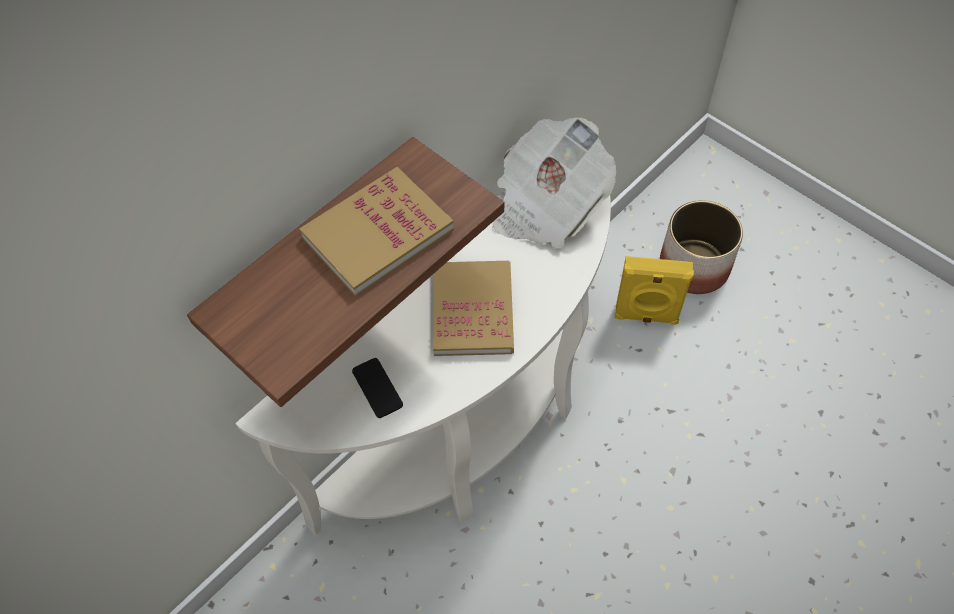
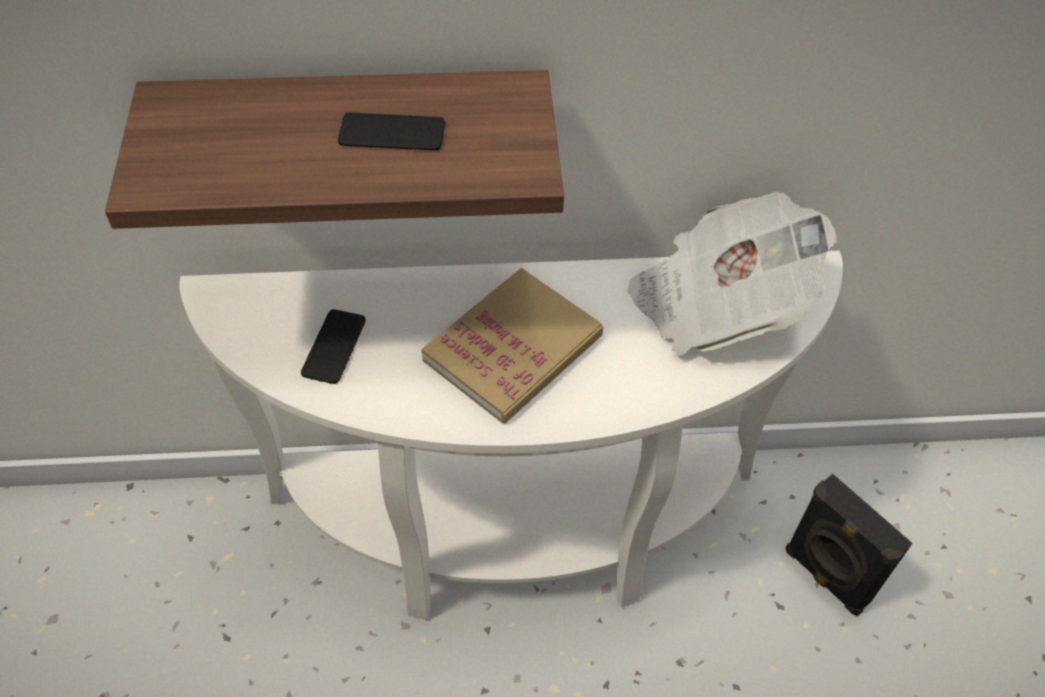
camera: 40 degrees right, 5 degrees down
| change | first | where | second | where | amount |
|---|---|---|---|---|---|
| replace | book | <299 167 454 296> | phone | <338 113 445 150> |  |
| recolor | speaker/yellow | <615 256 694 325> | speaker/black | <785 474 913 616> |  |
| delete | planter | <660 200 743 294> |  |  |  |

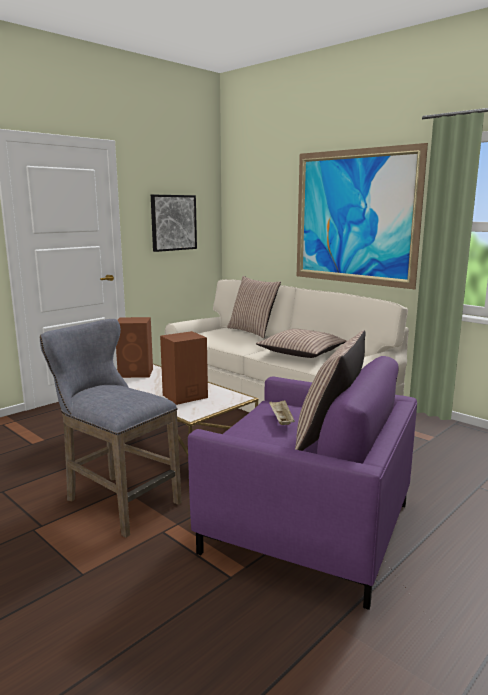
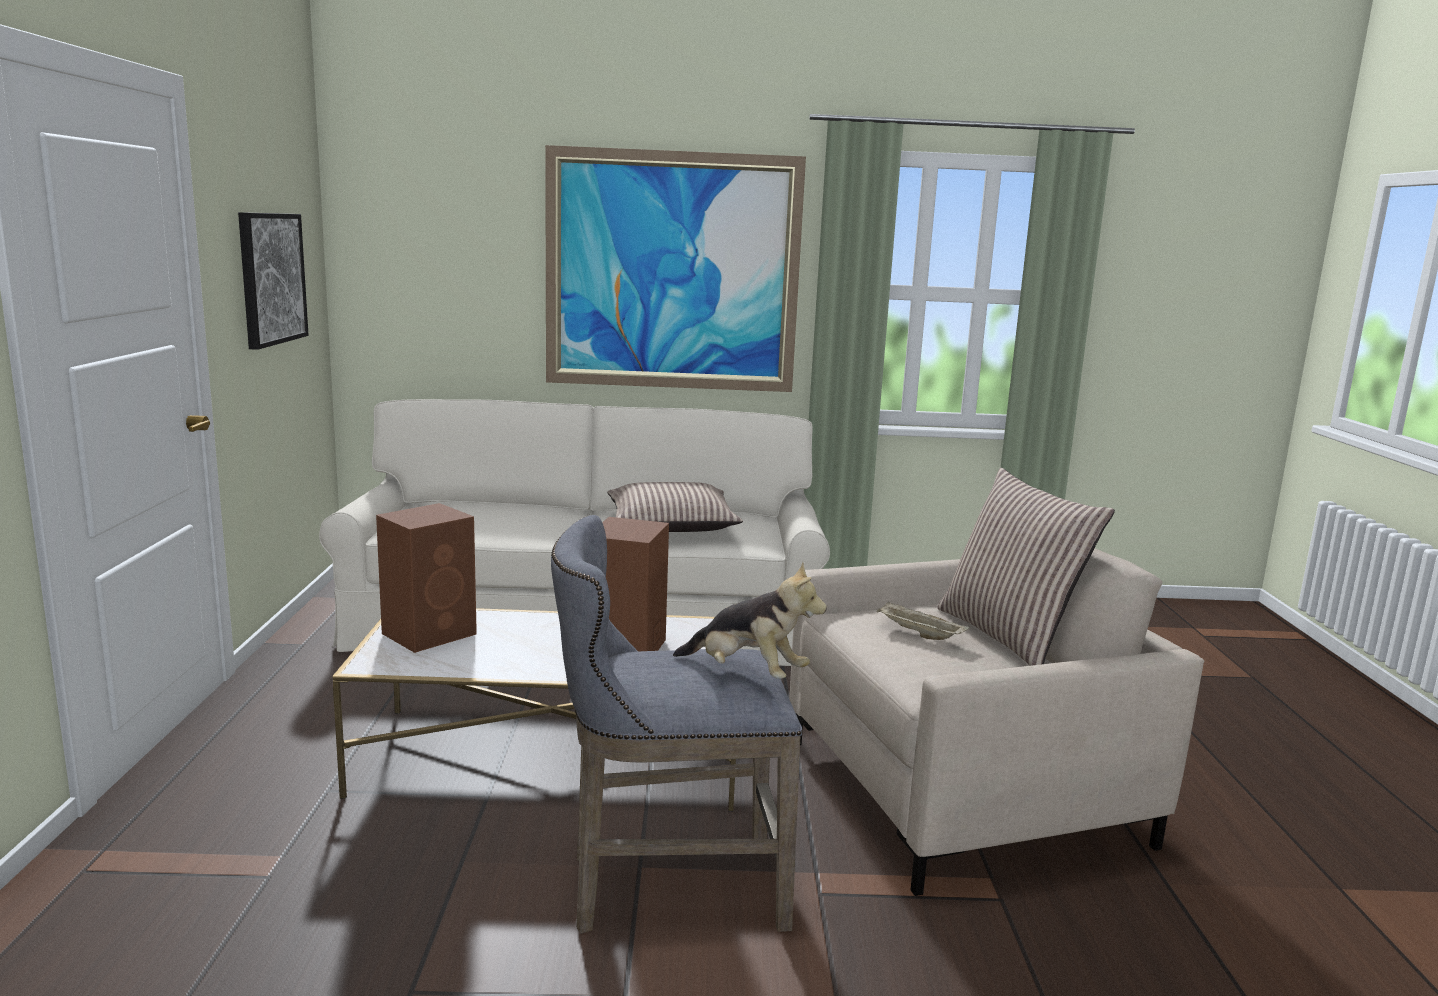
camera: 45 degrees left, 0 degrees up
| change | first | where | second | where | amount |
|---|---|---|---|---|---|
| recolor | armchair/purple | <188 356 417 610> | armchair/beige | <789 548 1204 896> |  |
| delete | pillow | <227 276 281 338> |  |  |  |
| insert |  |  | plush toy | <673 562 827 679> |  |

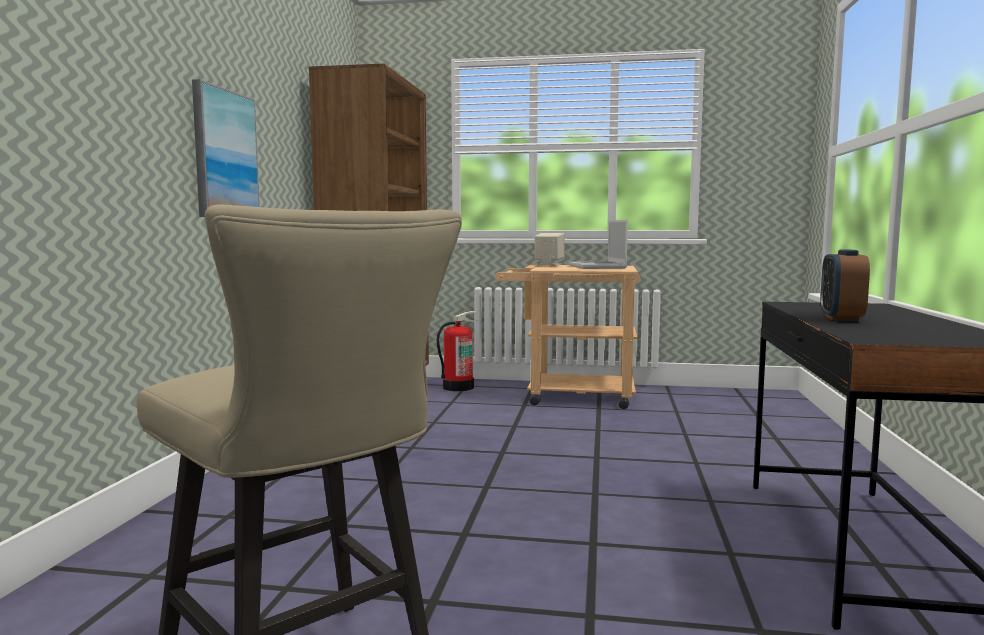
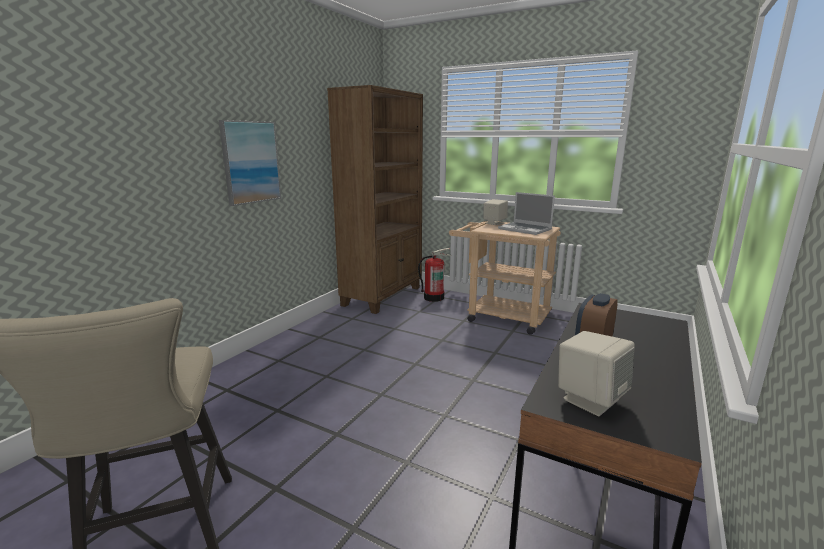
camera: 20 degrees right, 10 degrees up
| change | first | where | second | where | amount |
|---|---|---|---|---|---|
| rotate | laptop | <569 220 628 269> |  | <498 192 555 235> | 60 degrees counterclockwise |
| insert |  |  | speaker/beige | <558 331 635 416> |  |

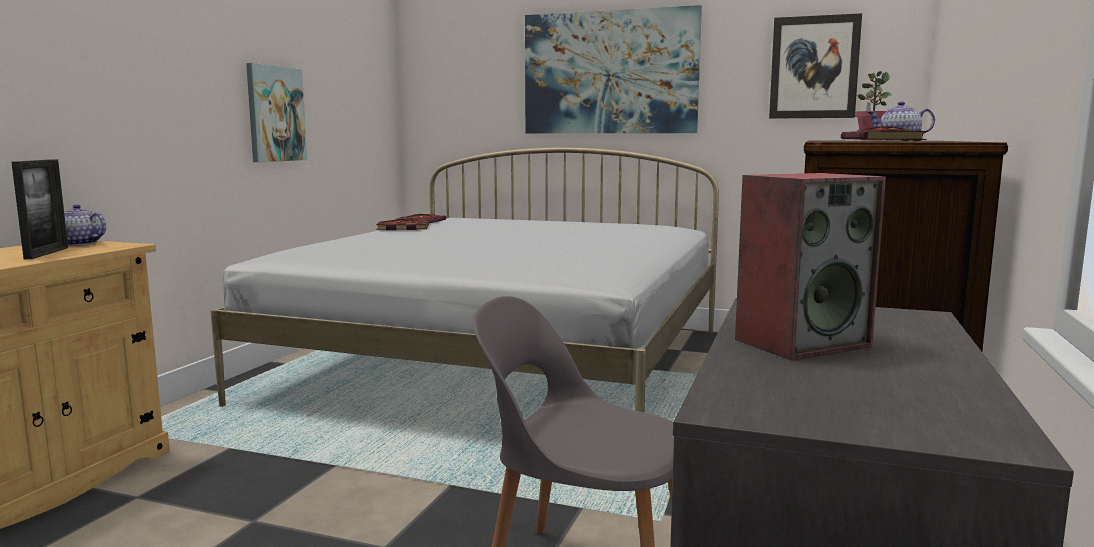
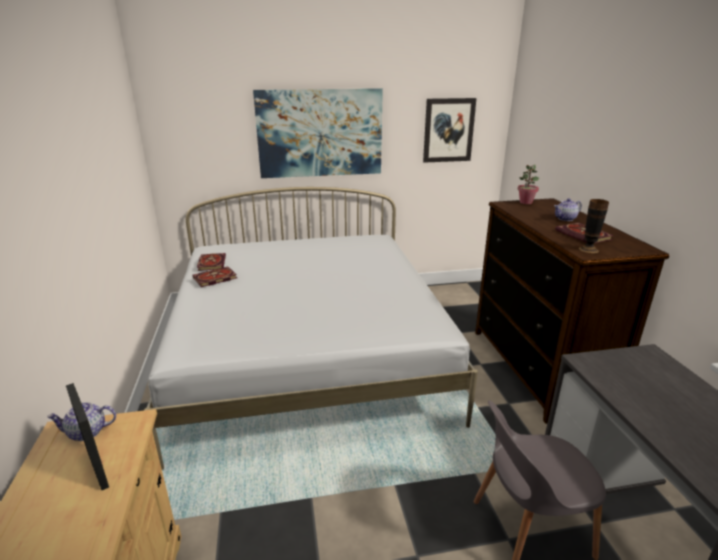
camera: 30 degrees left, 15 degrees up
| change | first | where | second | where | amount |
|---|---|---|---|---|---|
| delete | picture | <246 63 307 162> |  |  |  |
| delete | speaker | <735 173 886 360> |  |  |  |
| insert |  |  | vase | <579 199 609 253> |  |

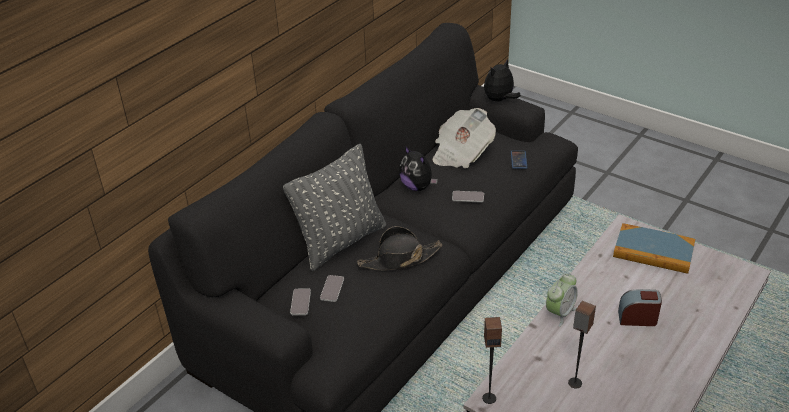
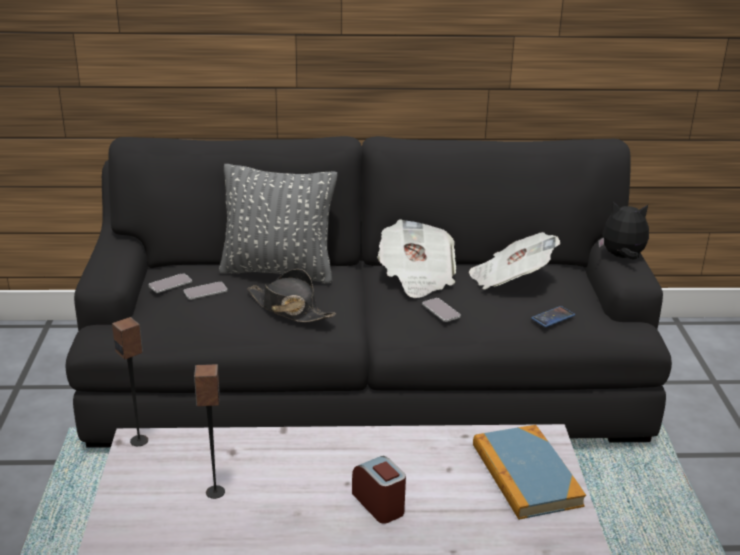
camera: 50 degrees right, 10 degrees down
| change | first | where | second | where | amount |
|---|---|---|---|---|---|
| replace | plush toy | <399 146 438 191> | newspaper | <377 219 456 298> |  |
| delete | alarm clock | <546 273 578 327> |  |  |  |

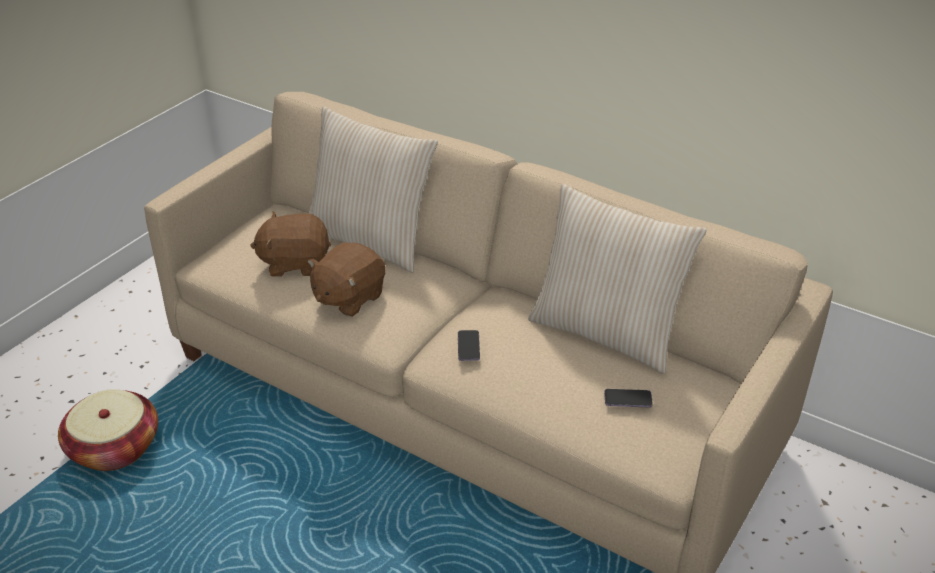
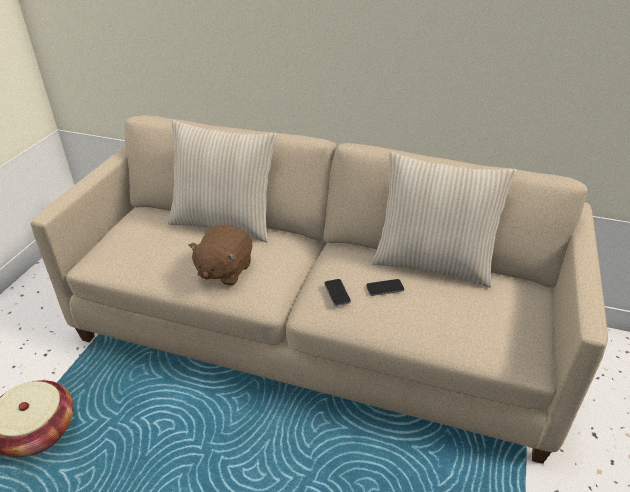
camera: 15 degrees left, 0 degrees up
| change | first | where | second | where | amount |
|---|---|---|---|---|---|
| delete | plush toy/brown | <250 212 331 277> |  |  |  |
| move | phone | <604 389 653 407> |  | <366 279 404 296> |  |

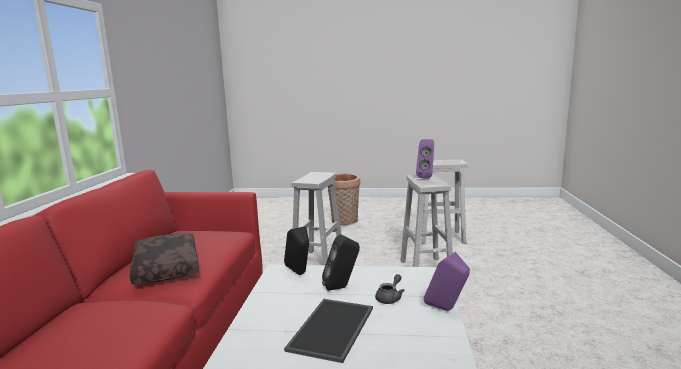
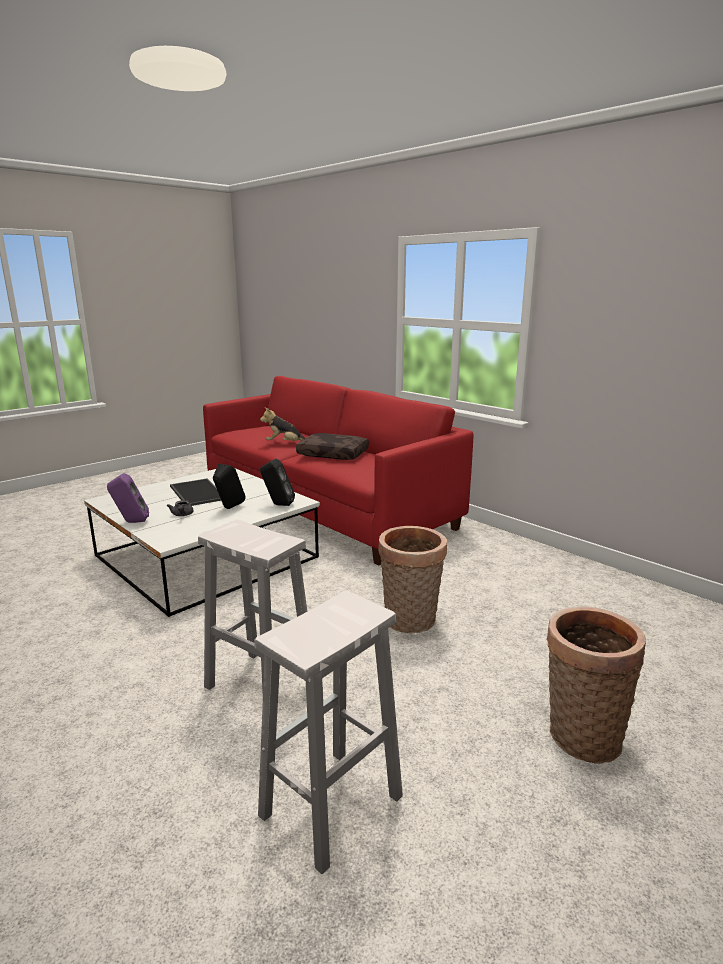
camera: 130 degrees right, 5 degrees up
| change | first | where | second | where | amount |
|---|---|---|---|---|---|
| replace | stool/white | <291 172 341 265> | basket | <378 526 447 633> |  |
| delete | speaker/purple | <416 139 434 179> |  |  |  |
| insert |  |  | plush toy | <260 408 305 441> |  |

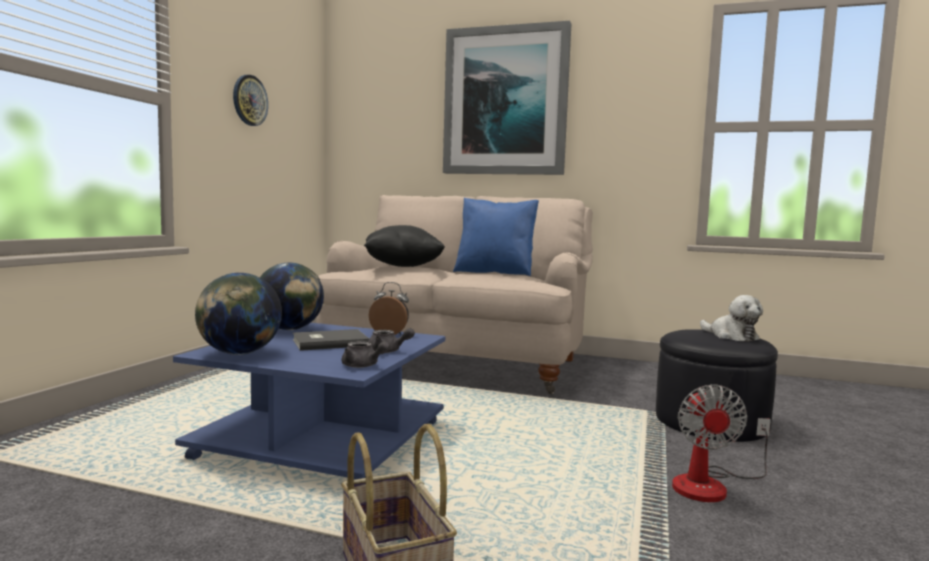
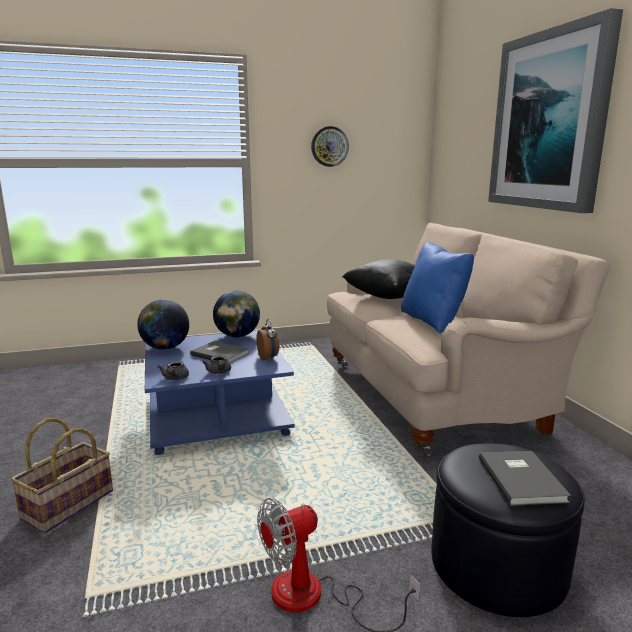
camera: 55 degrees right, 10 degrees up
| change | first | where | second | where | amount |
|---|---|---|---|---|---|
| replace | plush toy | <700 295 763 342> | book/grey | <479 451 571 506> |  |

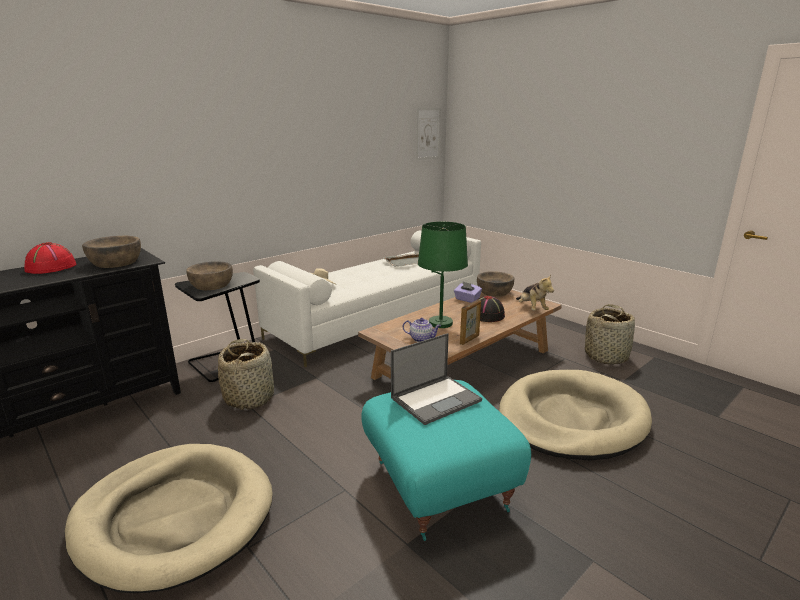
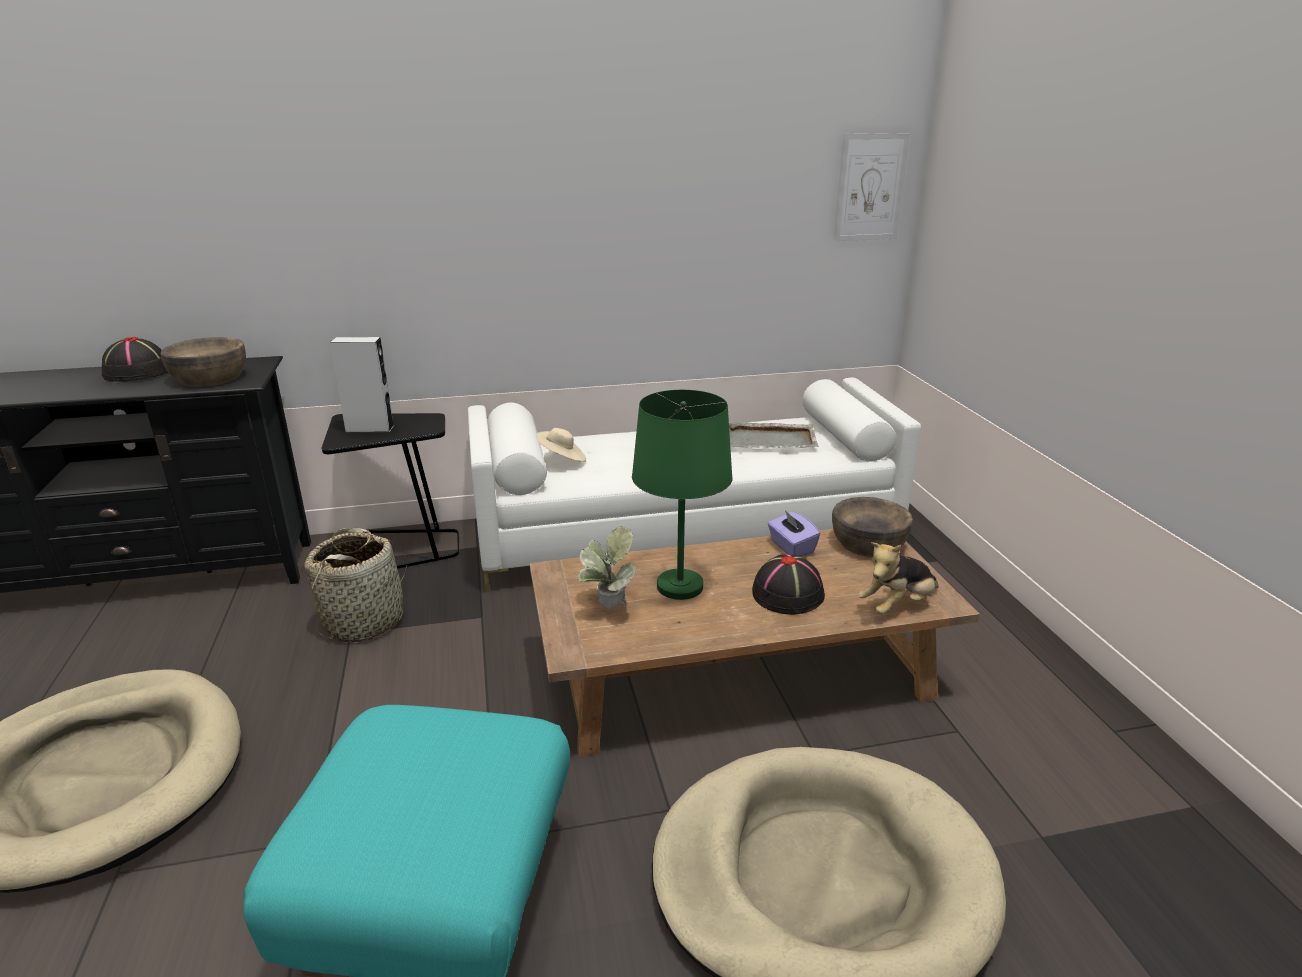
camera: 30 degrees right, 5 degrees up
| change | first | where | second | where | amount |
|---|---|---|---|---|---|
| recolor | hat/red | <24 242 76 274> | hat/black | <101 337 168 382> |  |
| replace | bowl/brown | <186 261 233 290> | speaker/grey | <330 337 394 433> |  |
| delete | laptop | <391 333 482 425> |  |  |  |
| replace | teapot | <403 318 441 342> | potted plant | <578 526 636 609> |  |
| delete | picture frame | <460 300 481 345> |  |  |  |
| rotate | plush toy | <516 275 554 310> |  | <858 542 939 614> | 45 degrees clockwise |
| delete | basket | <585 304 635 365> |  |  |  |

